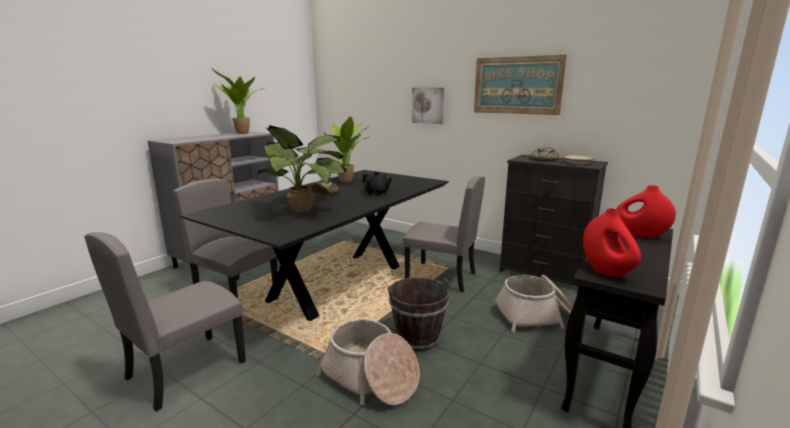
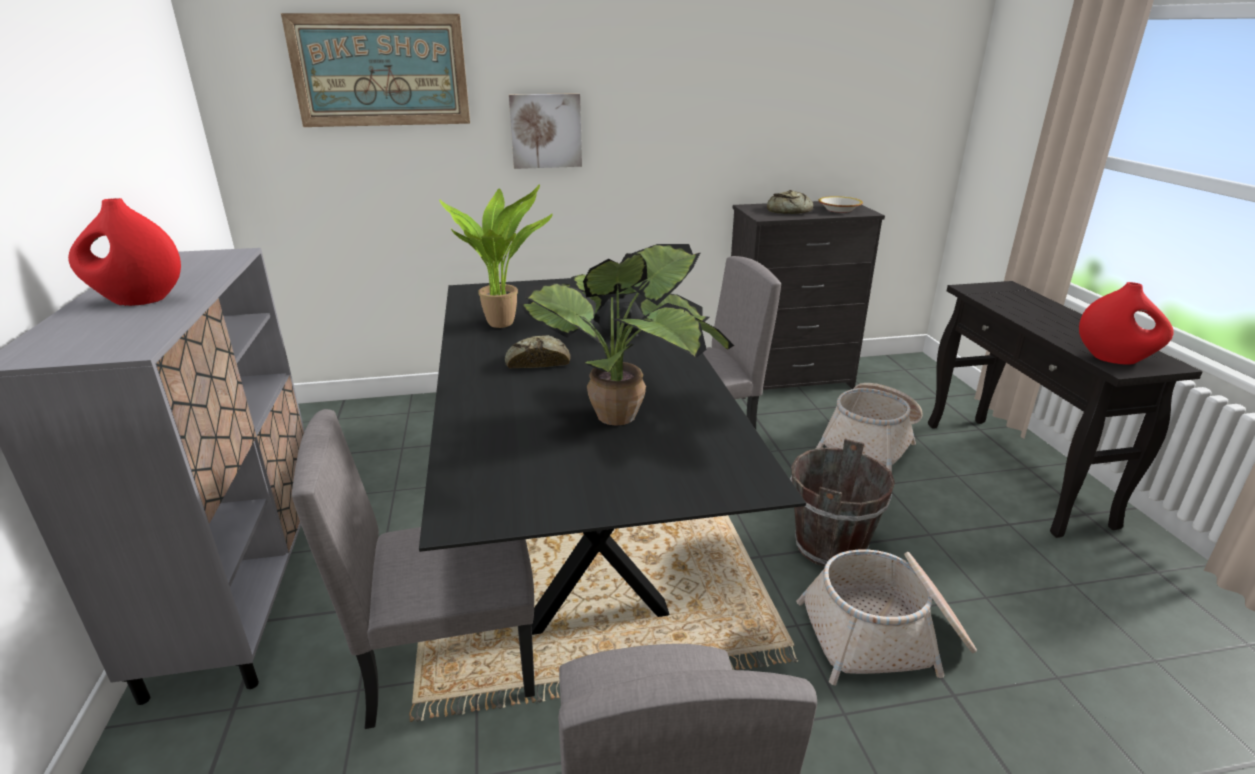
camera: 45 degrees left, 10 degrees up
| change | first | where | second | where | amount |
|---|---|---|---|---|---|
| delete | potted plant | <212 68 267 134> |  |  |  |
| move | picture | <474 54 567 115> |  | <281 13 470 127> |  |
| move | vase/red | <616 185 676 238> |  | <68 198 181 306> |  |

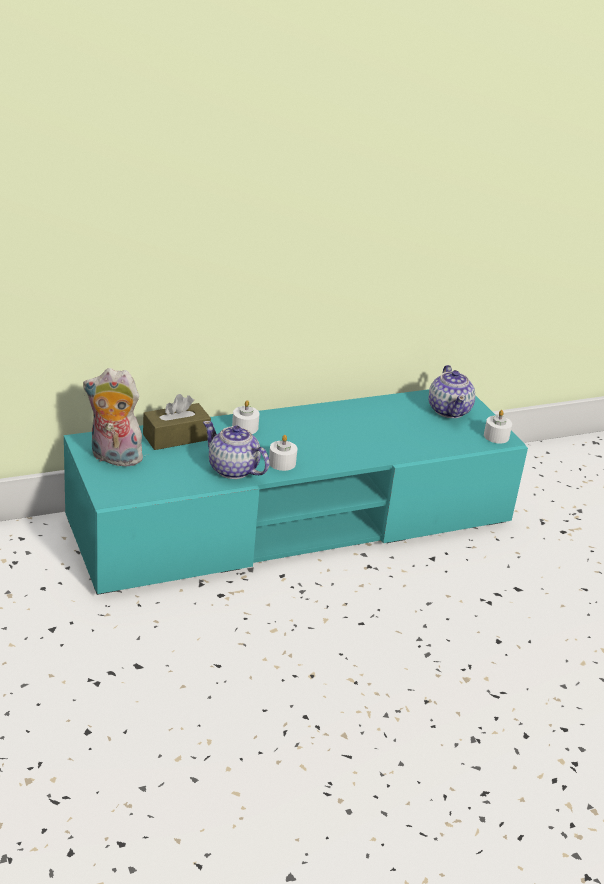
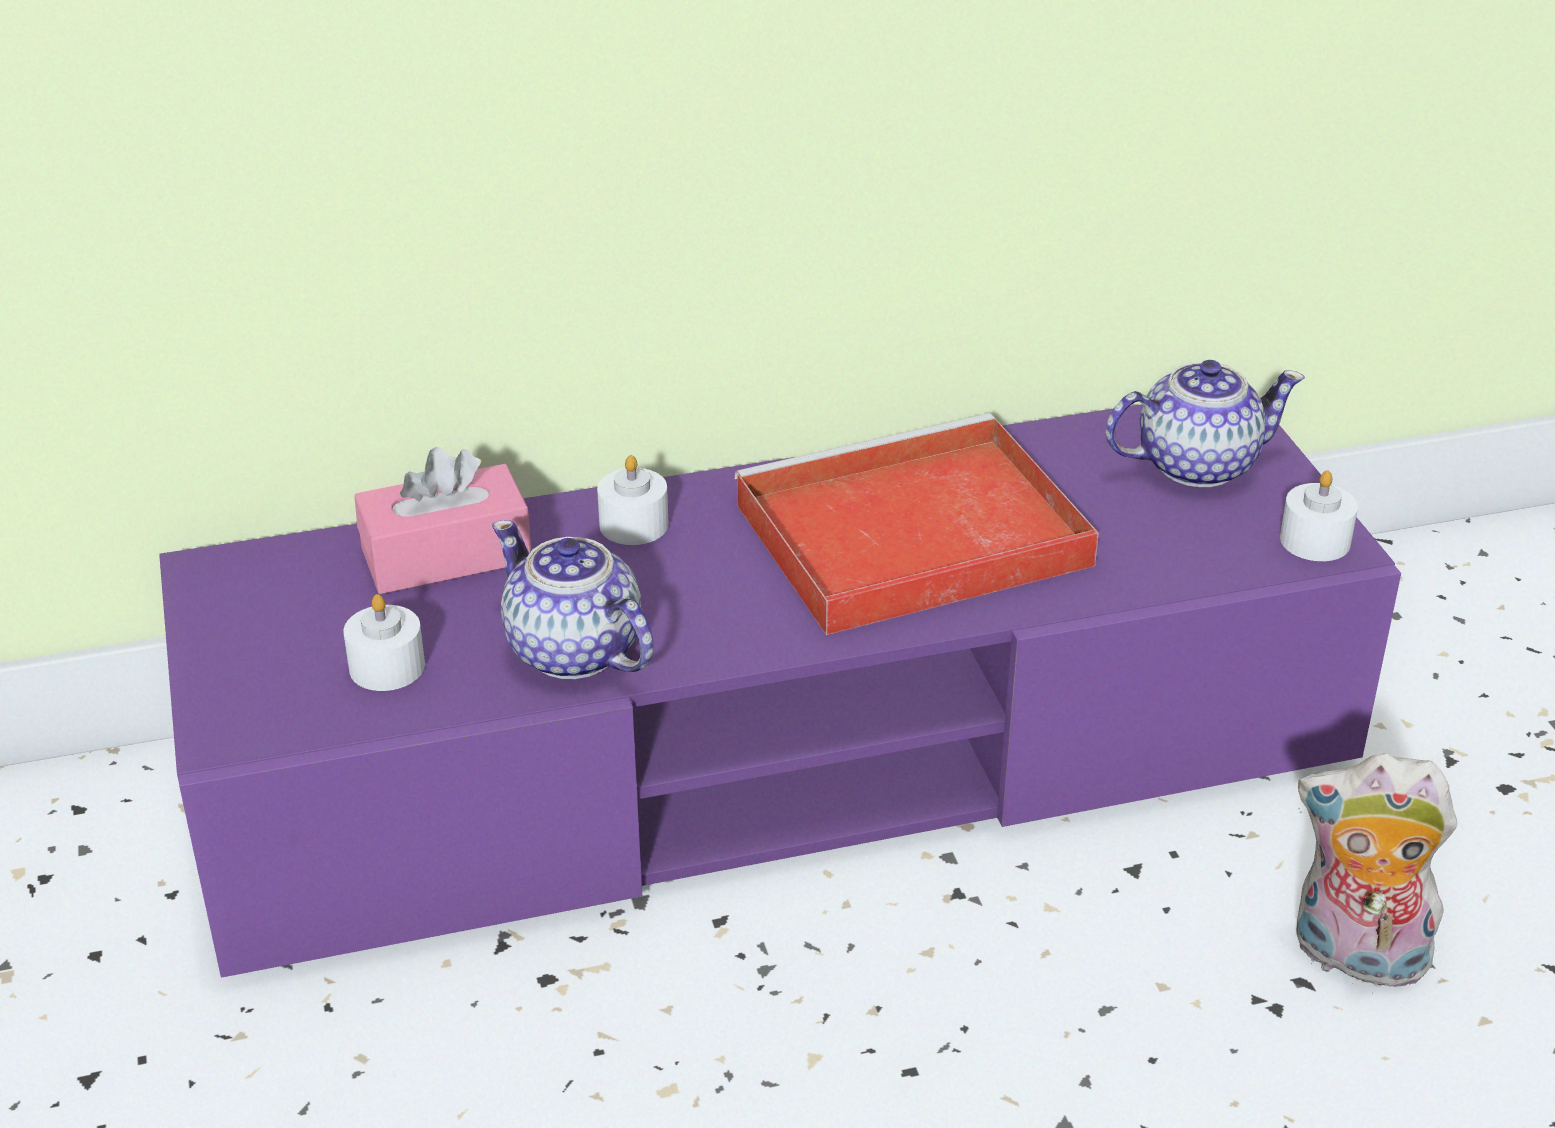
camera: 10 degrees right, 5 degrees up
| change | first | where | second | where | amount |
|---|---|---|---|---|---|
| recolor | tv stand/turquoise | <64 389 528 595> | tv stand/purple | <159 404 1401 978> |  |
| move | plush toy | <83 368 145 467> |  | <1296 753 1457 994> |  |
| recolor | tissue box/brown | <143 394 211 450> | tissue box/pink | <354 447 531 594> |  |
| move | candle/white | <269 435 297 471> |  | <343 594 425 691> |  |
| rotate | teapot | <429 365 475 418> |  | <1106 360 1305 487> | 105 degrees counterclockwise |
| insert |  |  | tray/red | <734 413 1099 635> |  |

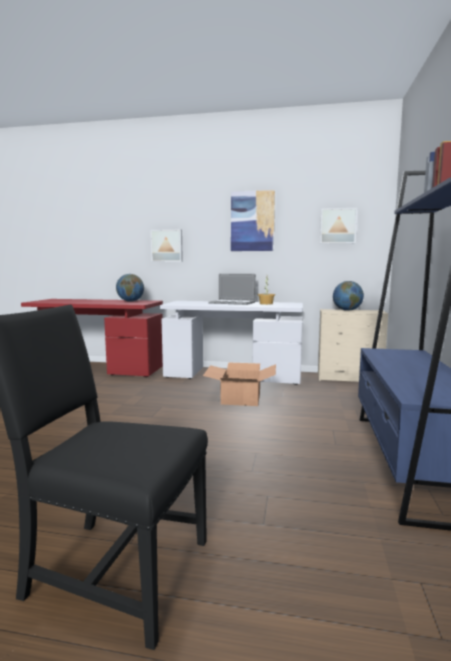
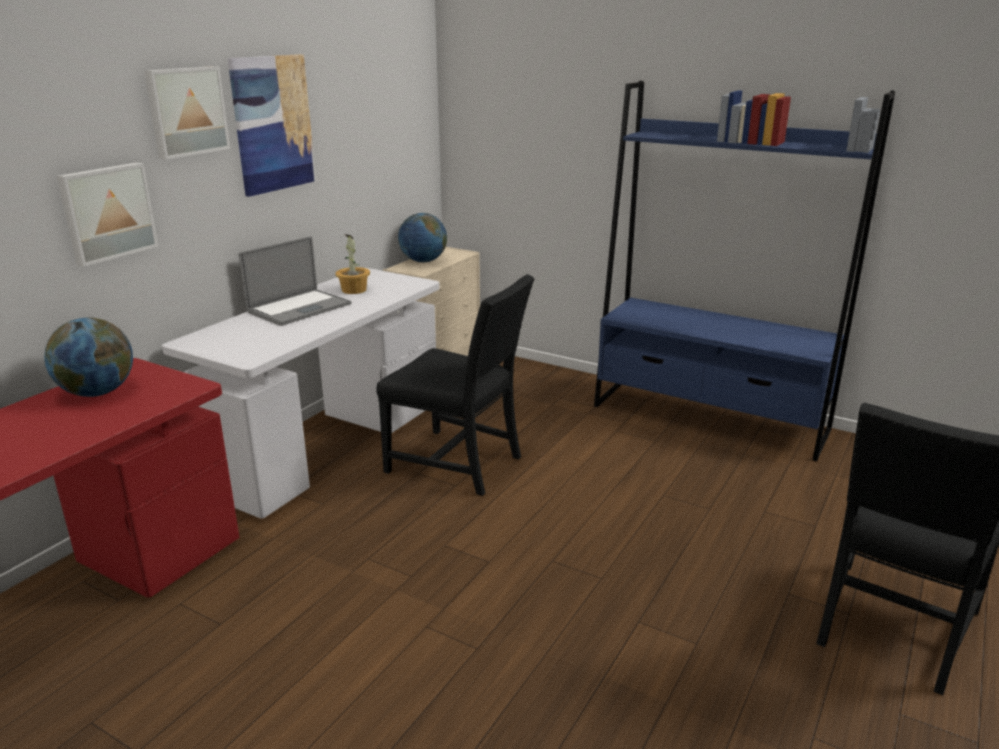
camera: 70 degrees left, 15 degrees up
| change | first | where | second | where | amount |
|---|---|---|---|---|---|
| replace | cardboard box | <203 362 276 406> | chair/black | <376 274 534 496> |  |
| move | picture | <320 208 357 244> |  | <144 66 230 160> |  |

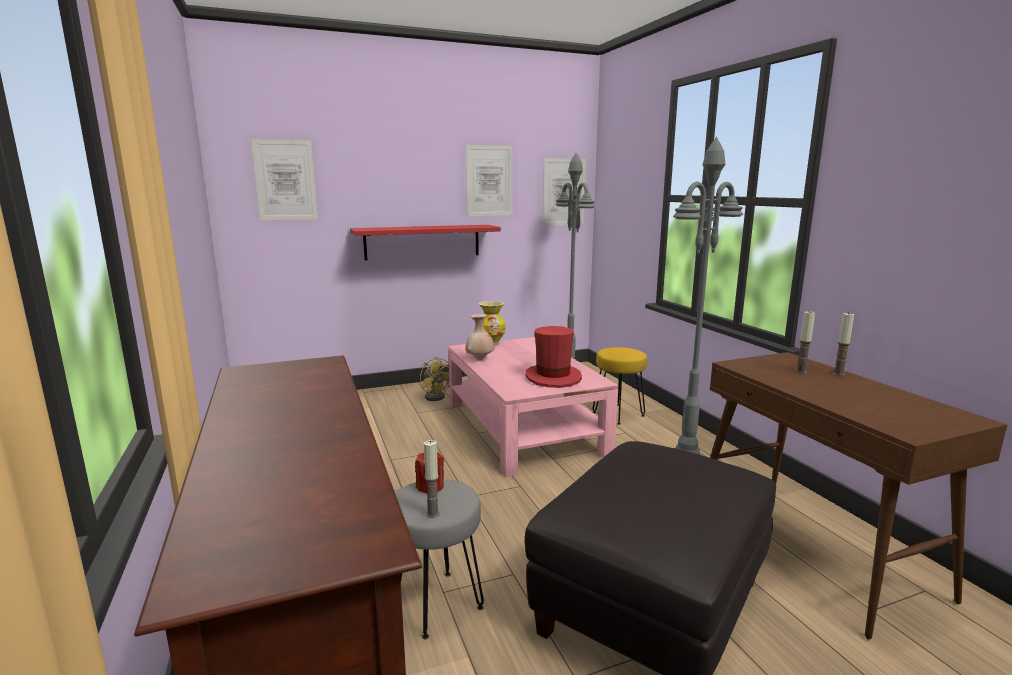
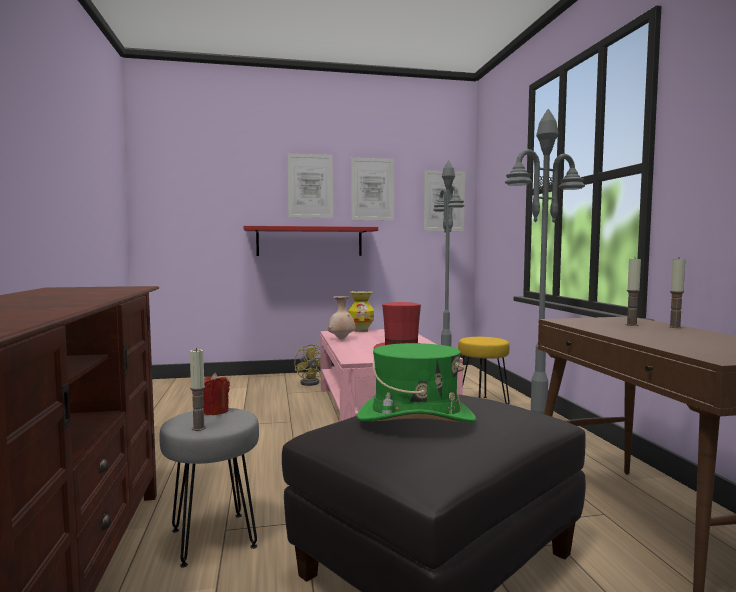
camera: 10 degrees right, 10 degrees down
| change | first | where | second | where | amount |
|---|---|---|---|---|---|
| move | picture | <251 139 318 220> |  | <288 153 333 218> |  |
| insert |  |  | hat/green | <357 343 476 423> |  |

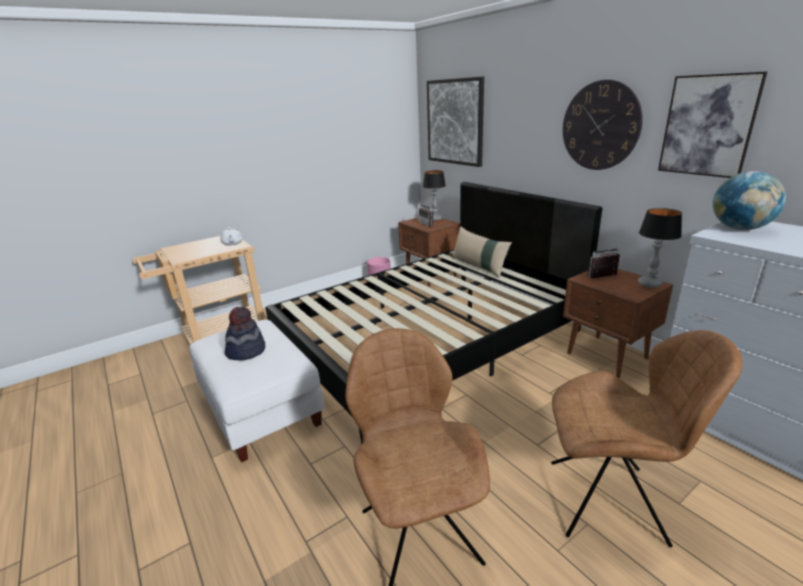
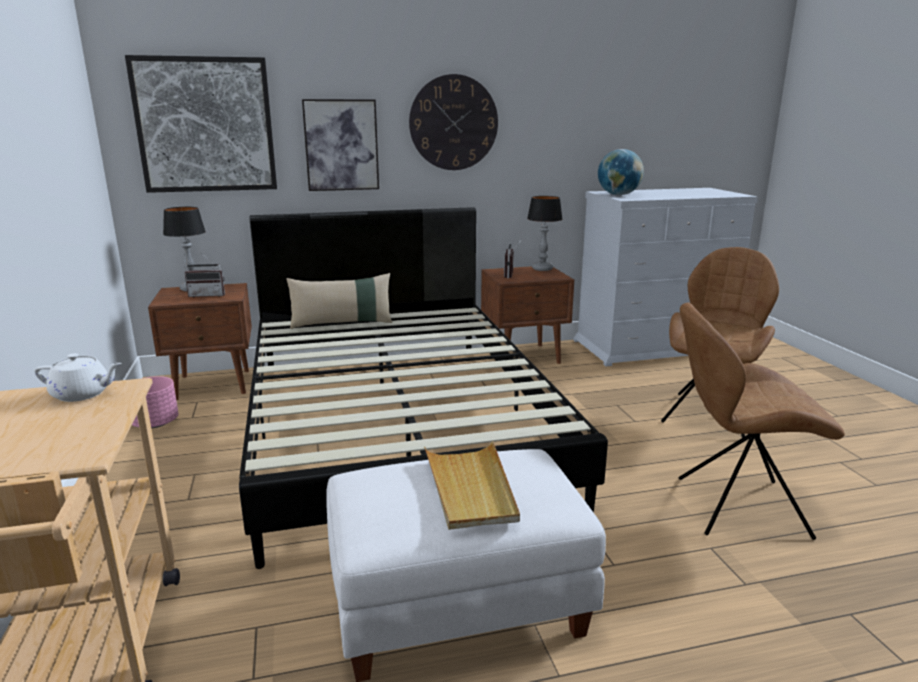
camera: 70 degrees left, 5 degrees down
| change | first | where | second | where | amount |
|---|---|---|---|---|---|
| replace | hat | <225 307 265 361> | tray/beige | <424 441 520 530> |  |
| move | picture | <658 71 768 178> |  | <302 99 379 191> |  |

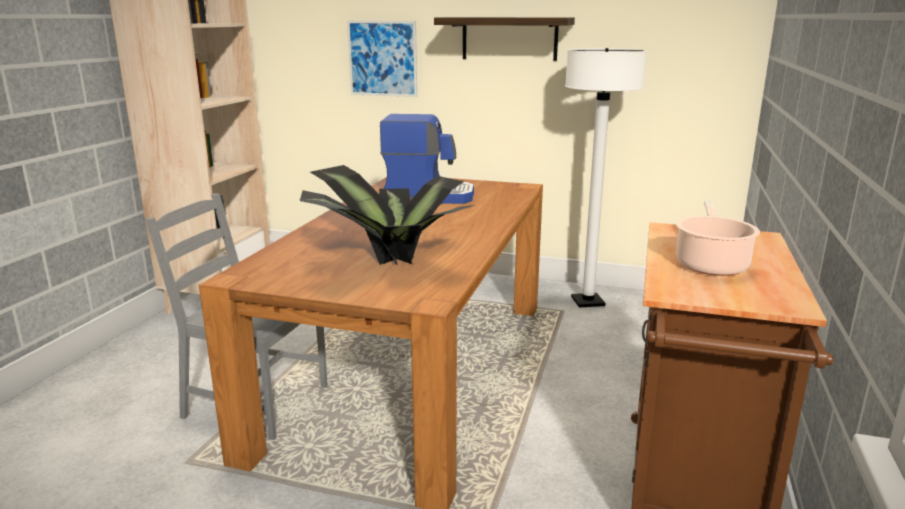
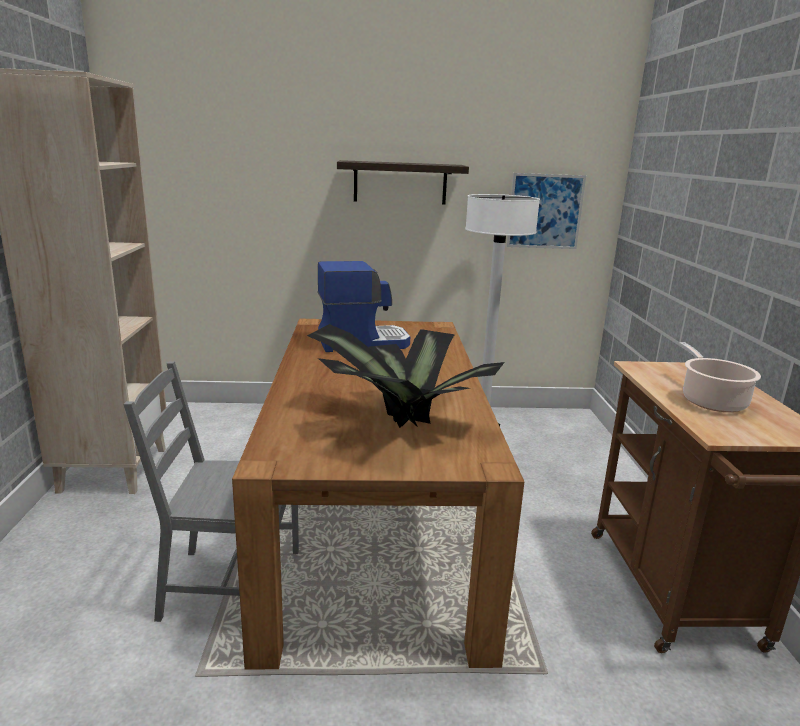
camera: 20 degrees left, 0 degrees up
| change | first | where | second | where | amount |
|---|---|---|---|---|---|
| move | picture | <347 21 417 97> |  | <506 173 586 249> |  |

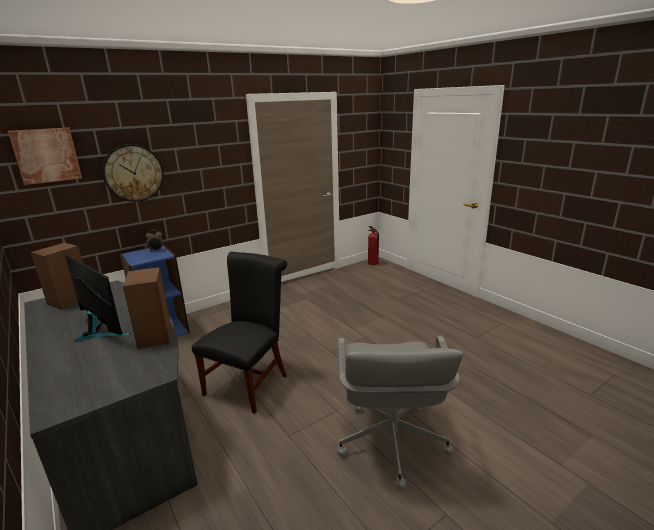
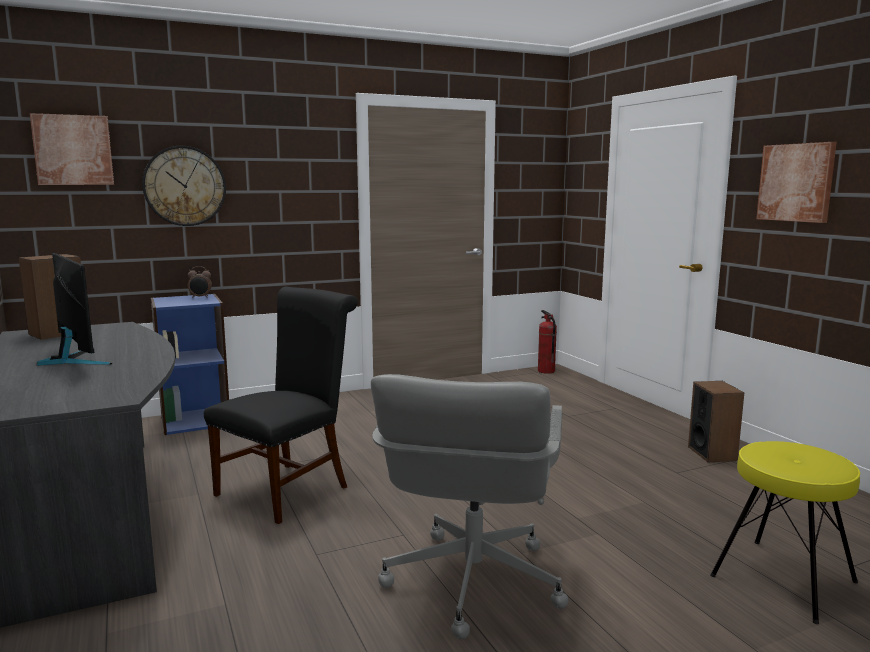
camera: 10 degrees right, 10 degrees down
| change | first | where | second | where | amount |
|---|---|---|---|---|---|
| move | speaker | <123 267 171 349> |  | <688 381 744 462> |  |
| insert |  |  | stool/yellow | <710 441 860 624> |  |
| insert |  |  | picture | <756 142 837 223> |  |

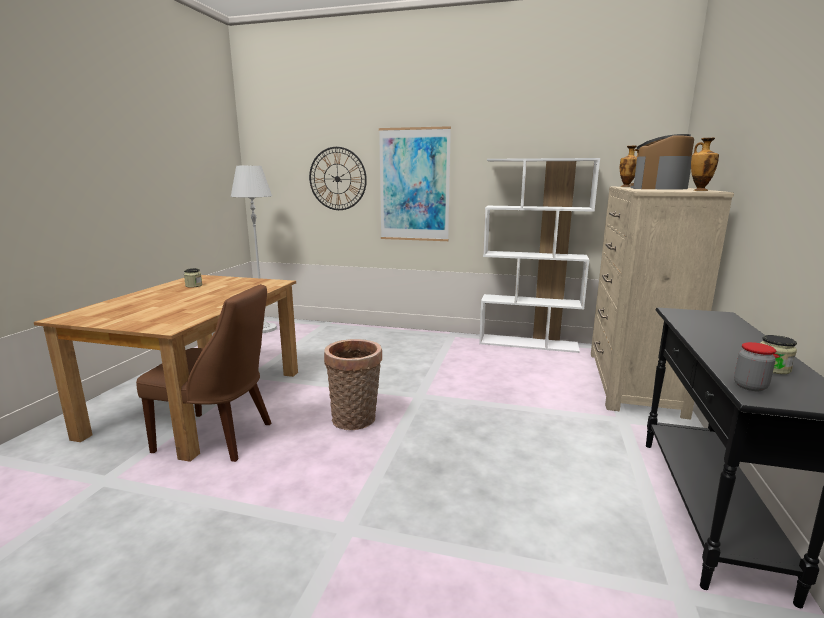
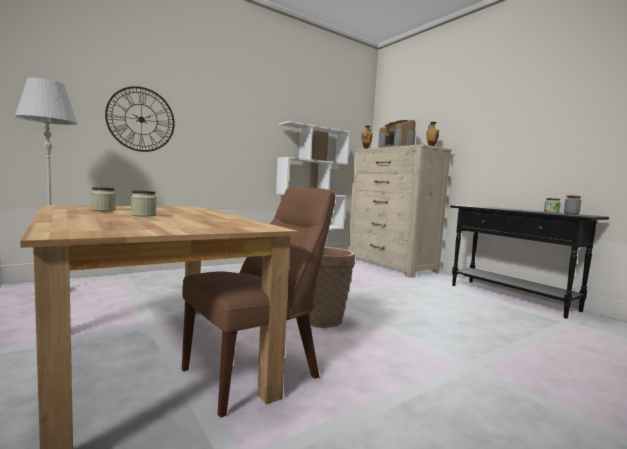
camera: 50 degrees left, 10 degrees down
| change | first | where | second | where | amount |
|---|---|---|---|---|---|
| delete | picture | <379 126 451 241> |  |  |  |
| insert |  |  | jar | <131 190 156 216> |  |

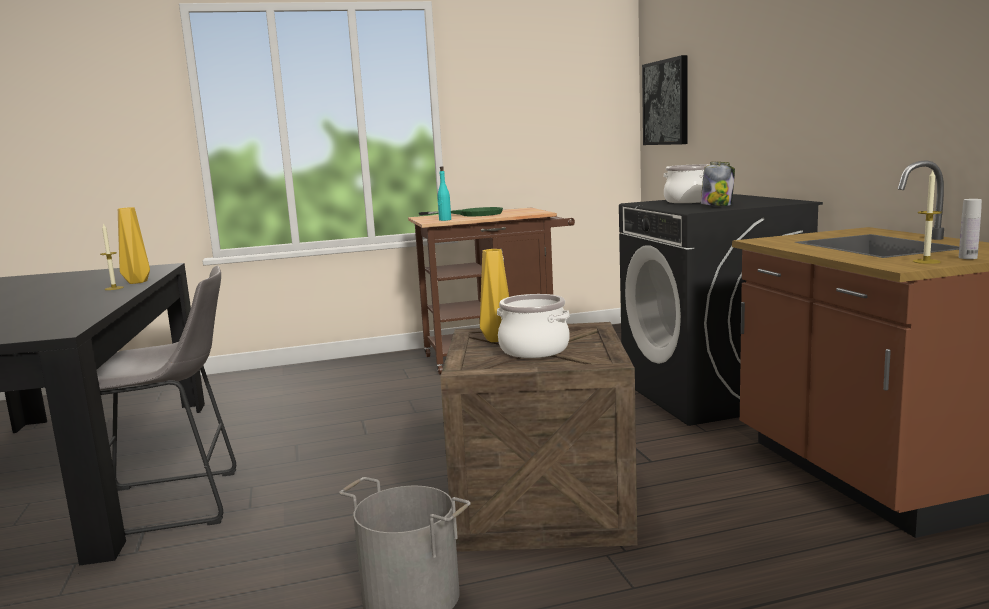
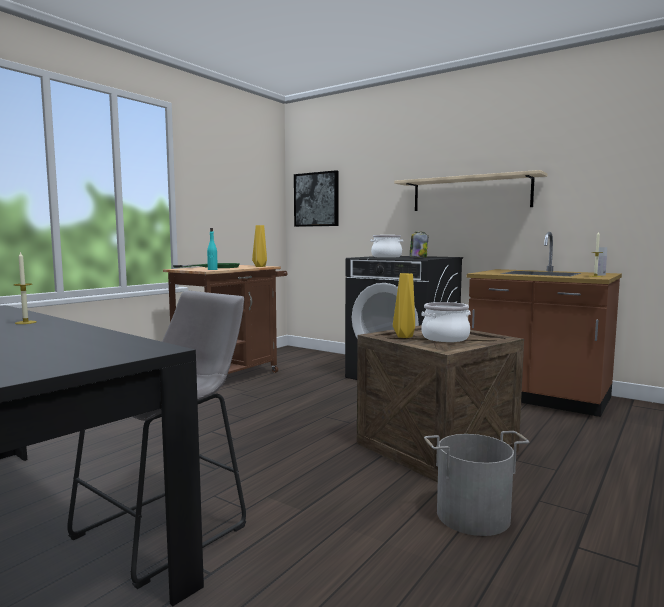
camera: 40 degrees left, 5 degrees down
| change | first | where | second | where | amount |
|---|---|---|---|---|---|
| move | vase/yellow | <118 207 150 284> |  | <252 225 267 267> |  |
| insert |  |  | shelf/beige | <394 170 548 211> |  |

